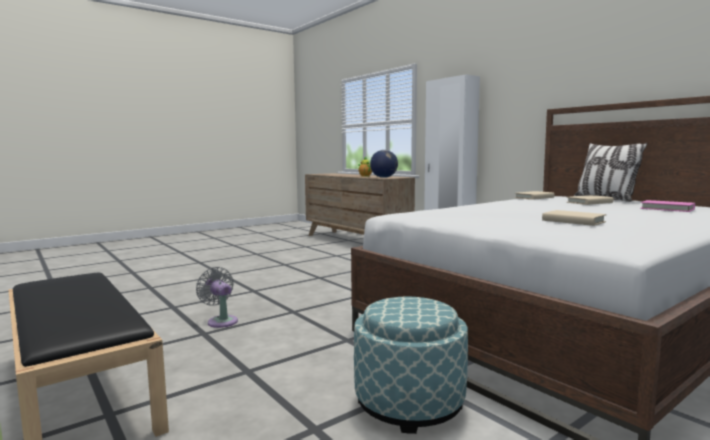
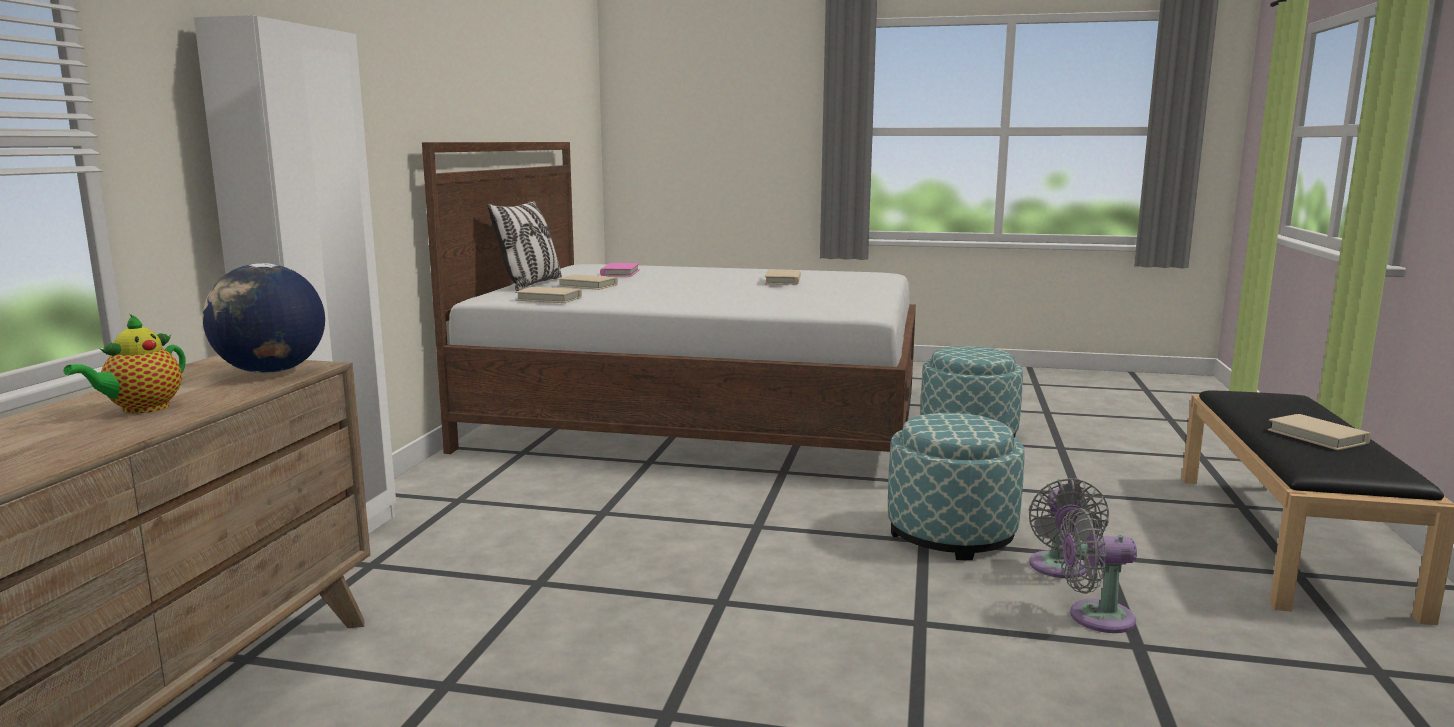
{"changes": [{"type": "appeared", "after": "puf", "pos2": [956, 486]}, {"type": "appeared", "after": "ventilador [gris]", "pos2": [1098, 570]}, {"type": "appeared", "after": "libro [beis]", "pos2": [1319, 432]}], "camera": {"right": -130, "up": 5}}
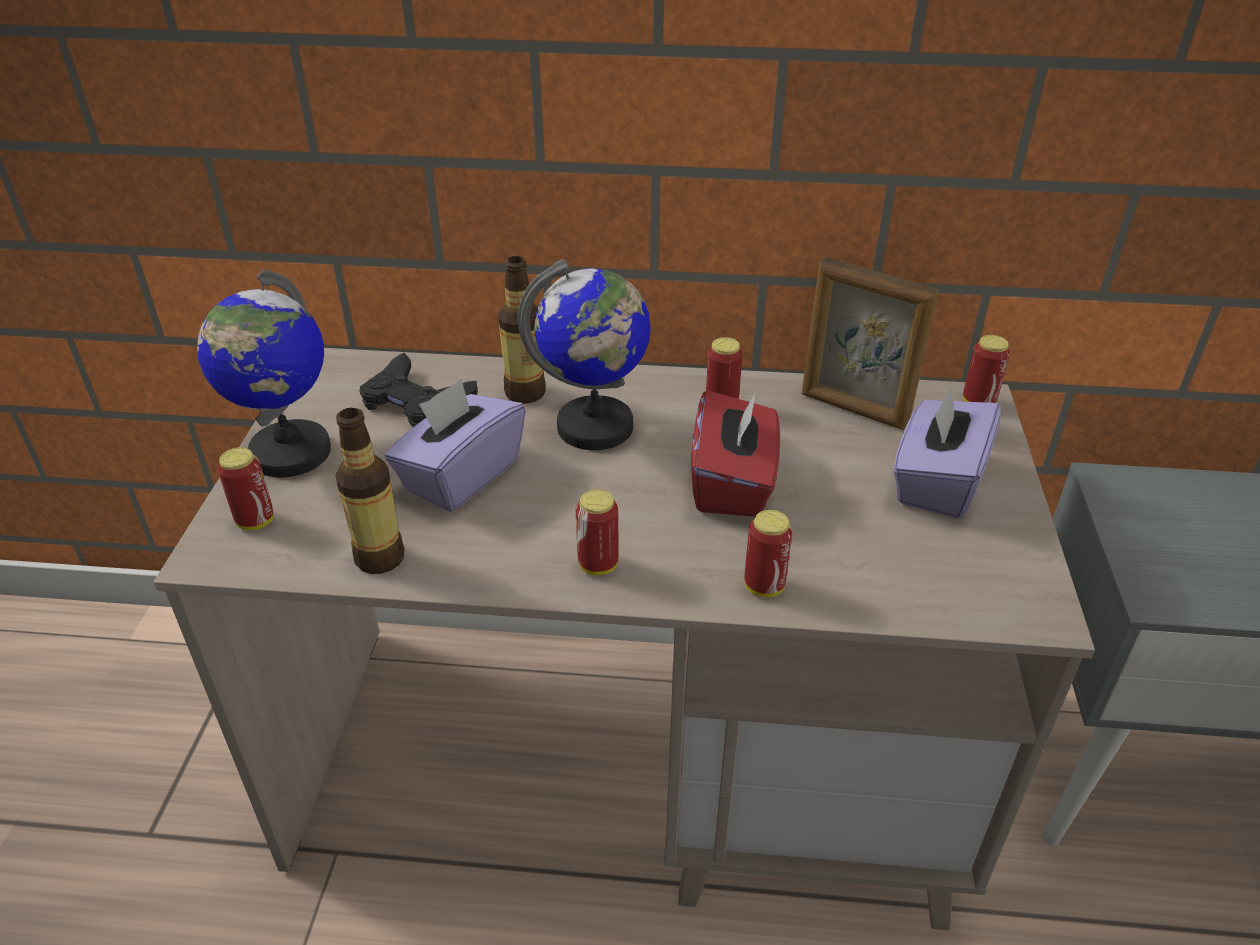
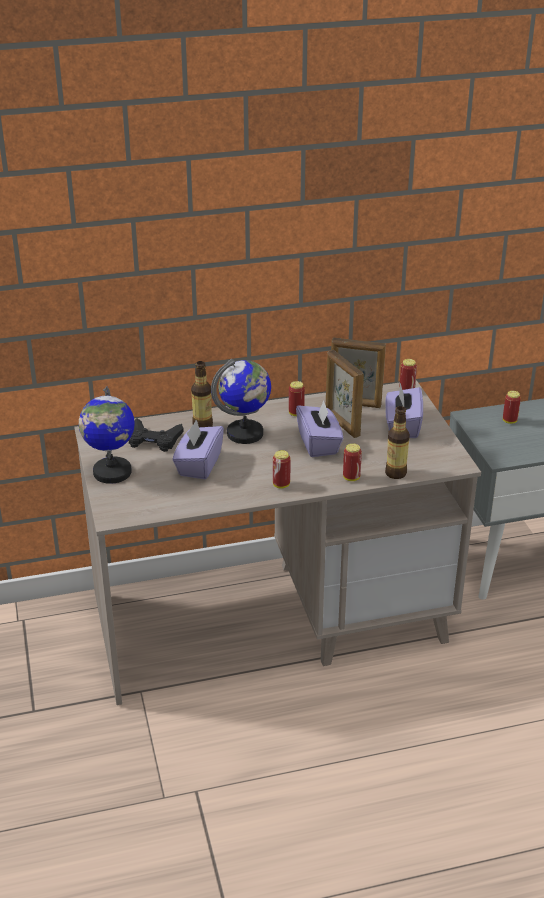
{"changes": [{"type": "relocated", "before": "lata", "pos1": [246, 488], "pos2": [512, 407]}, {"type": "relocated", "before": "botella", "pos1": [370, 491], "pos2": [397, 442]}, {"type": "colour", "before": "caja de pañuelos [rojo]", "after": "caja de pañuelos [morado]", "pos1": [735, 453], "pos2": [319, 428]}, {"type": "appeared", "after": "portarretratos", "pos2": [345, 394]}], "camera": {"right": -20, "up": -5}}
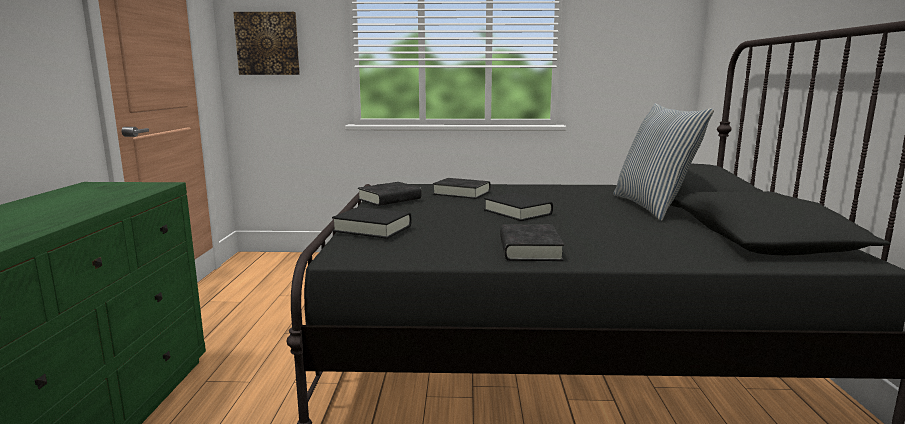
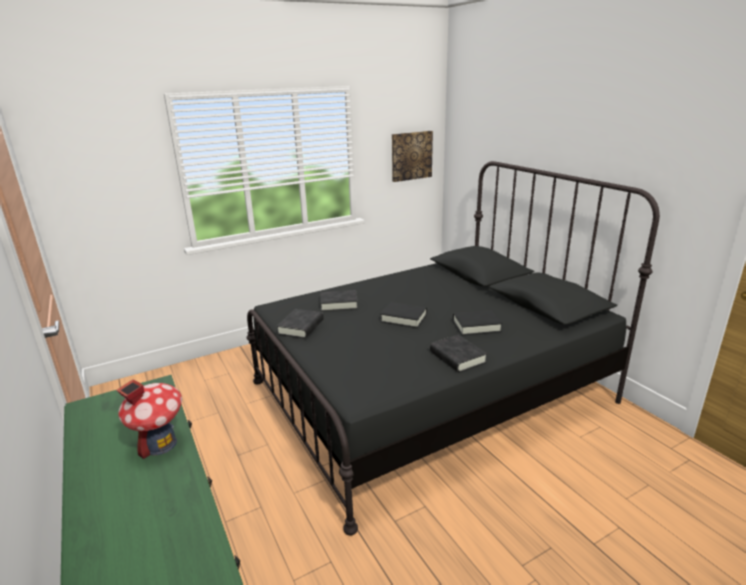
{"changes": [{"type": "relocated", "before": "cuadro", "pos1": [266, 43], "pos2": [412, 156]}, {"type": "relocated", "before": "libro [negro]", "pos1": [371, 223], "pos2": [477, 322]}, {"type": "missing", "before": "cojín", "pos1": [663, 162]}, {"type": "appeared", "after": "casita", "pos2": [149, 419]}], "camera": {"right": -30, "up": 10}}
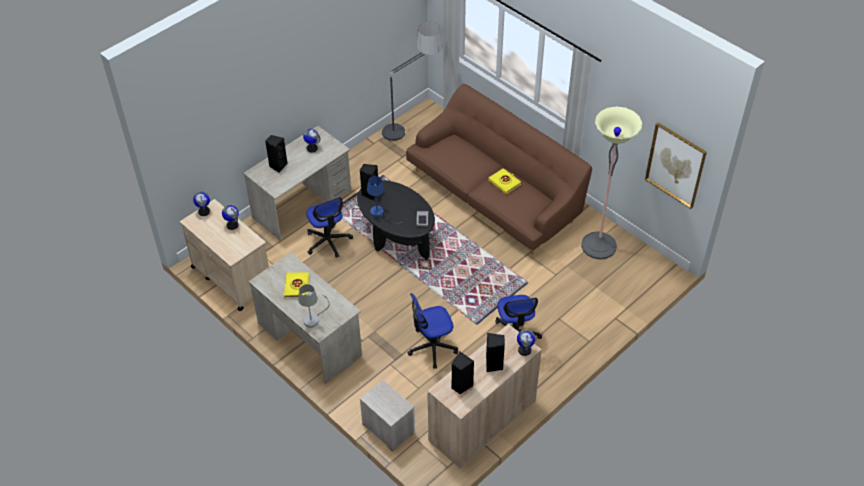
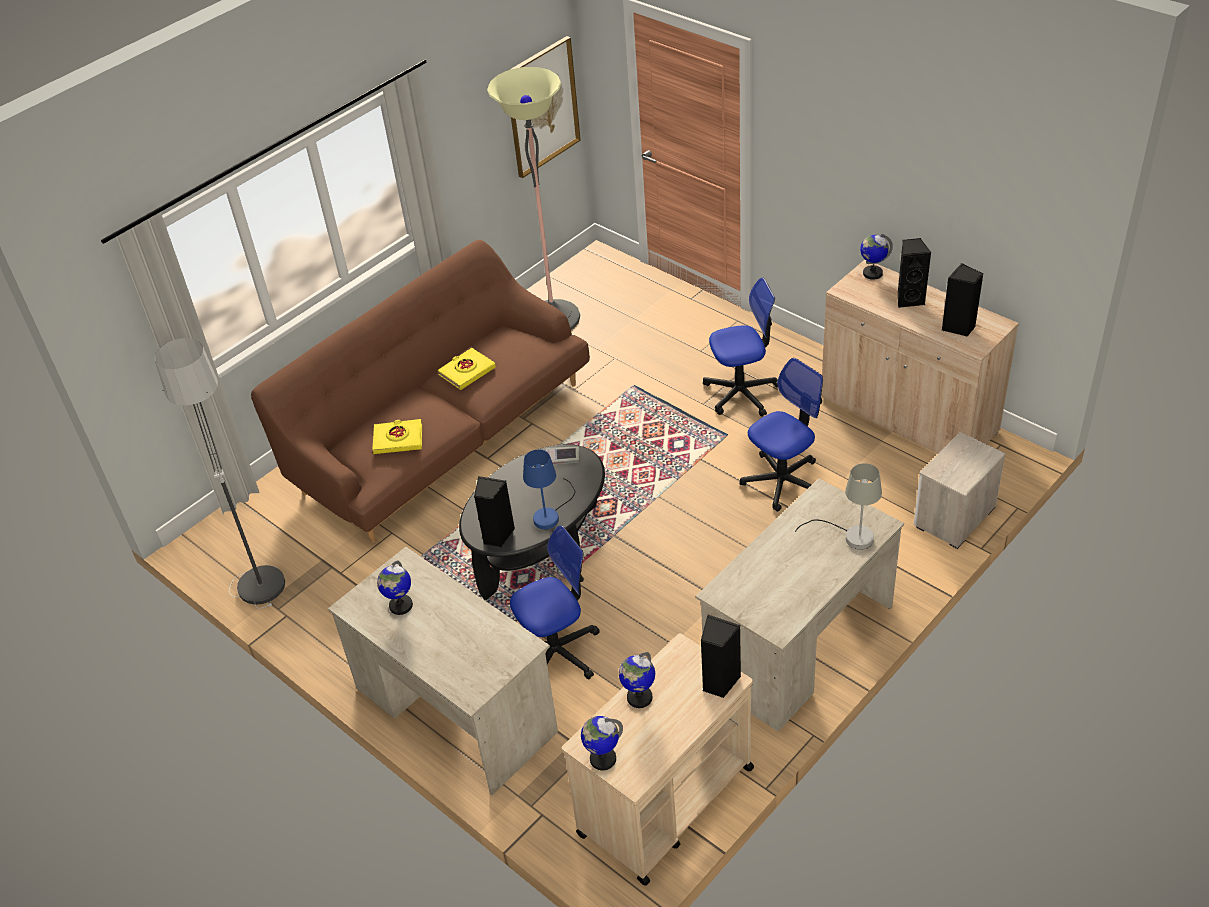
{"changes": [{"type": "relocated", "before": "altavoz [negro]", "pos1": [276, 154], "pos2": [721, 656]}, {"type": "relocated", "before": "libro [amarillo]", "pos1": [296, 285], "pos2": [397, 436]}, {"type": "spun", "before": "silla de oficina", "pos1": [432, 331], "pos2": [781, 435], "turn": -105}], "camera": {"right": -90, "up": -5}}
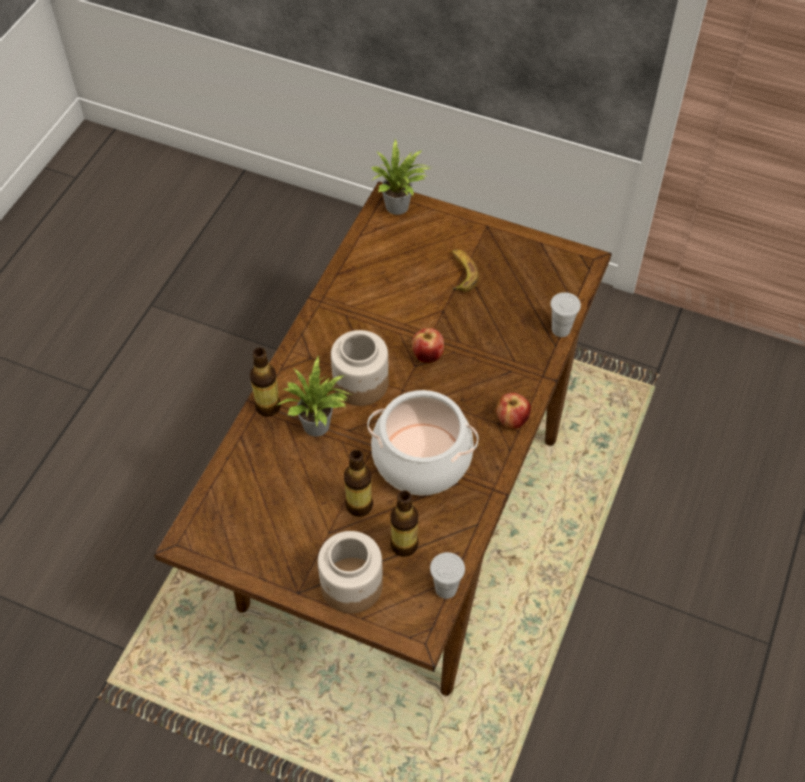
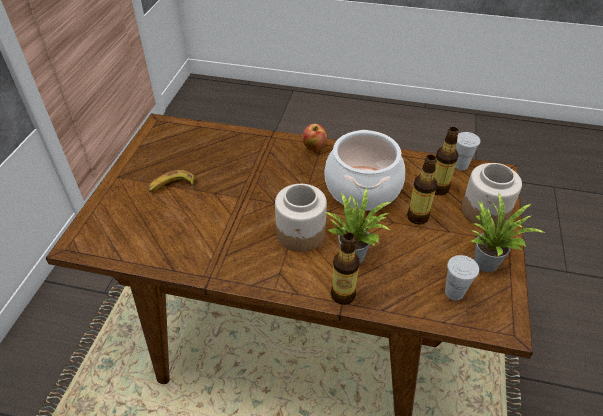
{"changes": [{"type": "relocated", "before": "planta en maceta", "pos1": [401, 177], "pos2": [508, 232]}, {"type": "missing", "before": "manzana", "pos1": [428, 345]}, {"type": "relocated", "before": "taza [blanco]", "pos1": [565, 314], "pos2": [462, 277]}], "camera": {"right": -100, "up": -10}}
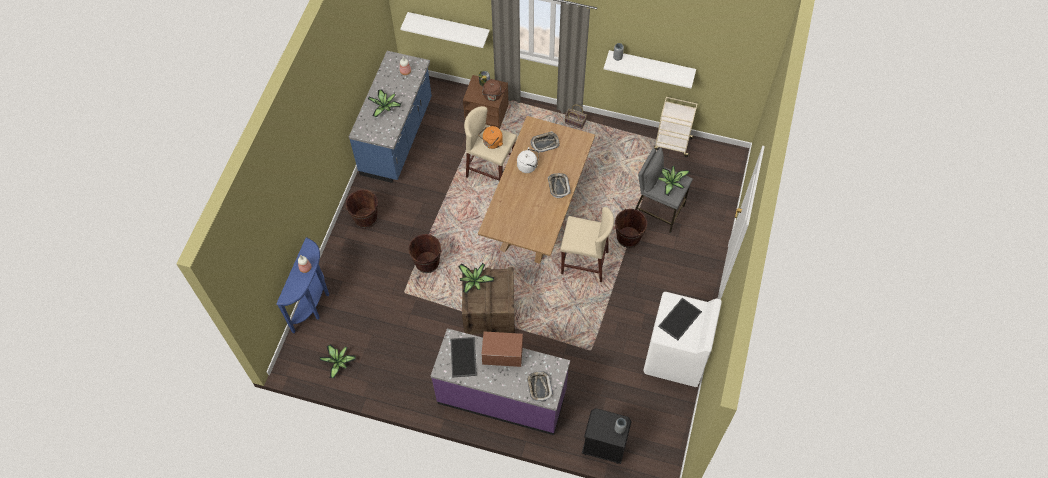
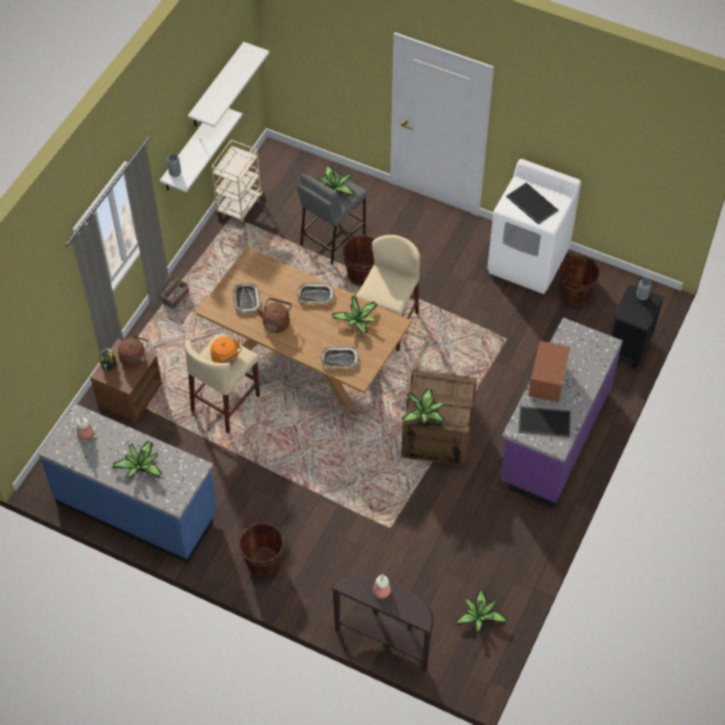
{"changes": [{"type": "colour", "before": "mesa consola [azul]", "after": "mesa consola [marrón]", "pos1": [302, 285], "pos2": [382, 623]}, {"type": "relocated", "before": "estante [blanco]", "pos1": [445, 30], "pos2": [228, 84]}, {"type": "relocated", "before": "cubo [marrón]", "pos1": [424, 253], "pos2": [579, 280]}, {"type": "colour", "before": "hervidor [blanco]", "after": "hervidor [marrón]", "pos1": [528, 160], "pos2": [274, 315]}, {"type": "relocated", "before": "bandeja", "pos1": [540, 387], "pos2": [340, 358]}, {"type": "appeared", "after": "planta en maceta", "pos2": [354, 315]}], "camera": {"right": -80, "up": -5}}
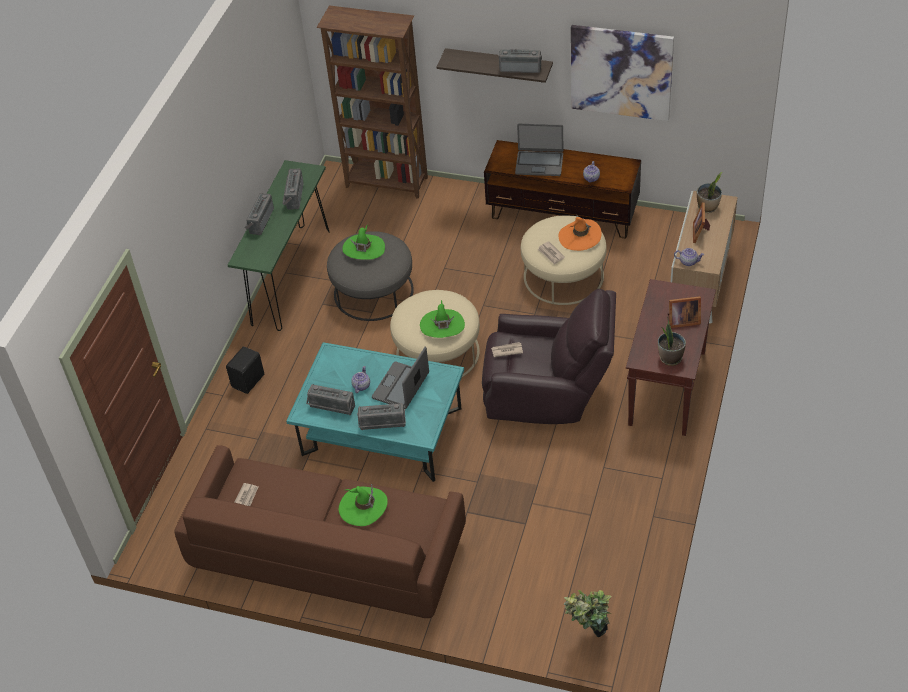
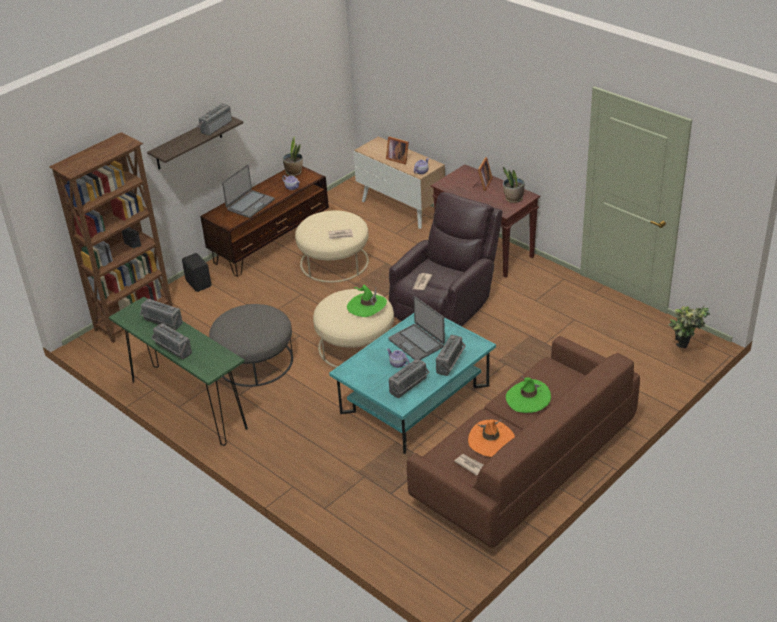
{"changes": [{"type": "relocated", "before": "altavoz [negro]", "pos1": [245, 370], "pos2": [196, 272]}, {"type": "missing", "before": "sombrero [verde]", "pos1": [364, 242]}, {"type": "relocated", "before": "sombrero [naranja]", "pos1": [580, 232], "pos2": [491, 438]}, {"type": "missing", "before": "cuadro", "pos1": [622, 73]}, {"type": "relocated", "before": "planta en maceta", "pos1": [709, 192], "pos2": [293, 156]}], "camera": {"right": -65, "up": -10}}
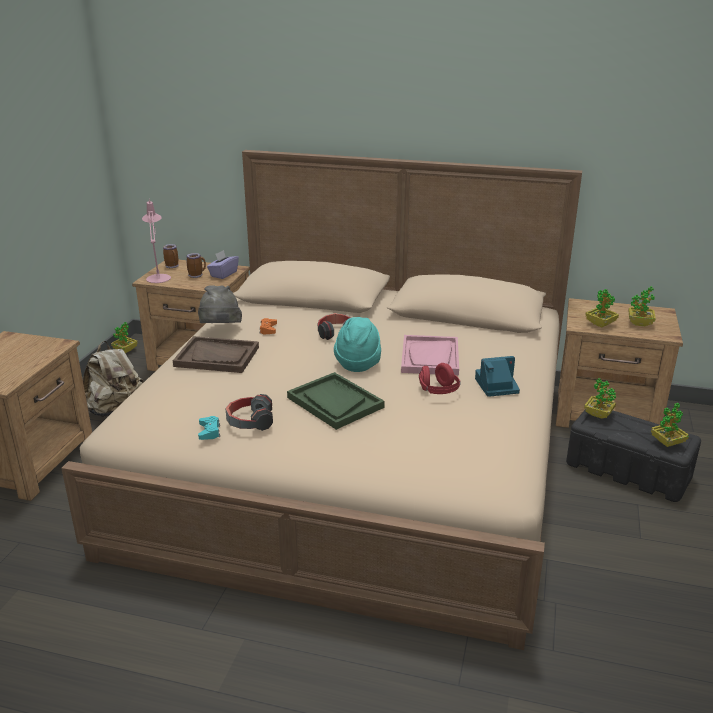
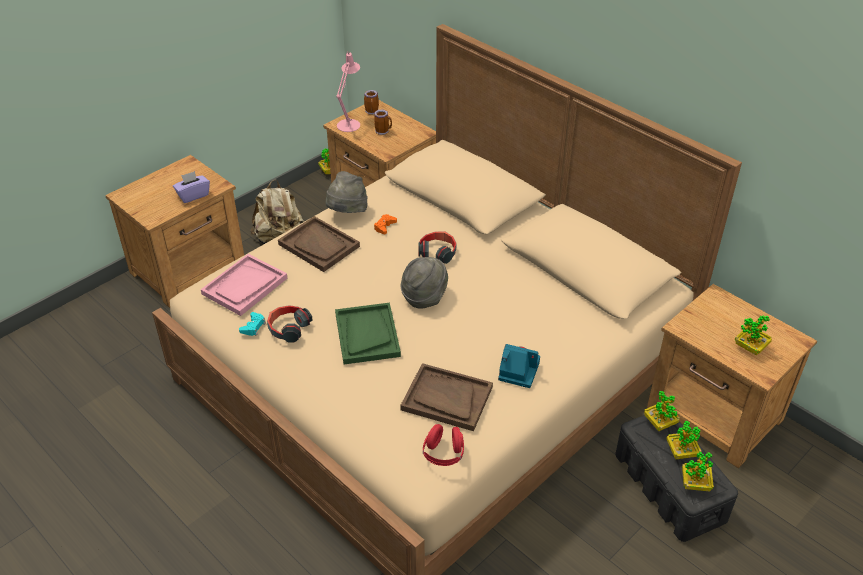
{"changes": [{"type": "relocated", "before": "caja de pañuelos [morado]", "pos1": [223, 264], "pos2": [191, 187]}, {"type": "colour", "before": "sombrero [turquesa]", "after": "sombrero [gris]", "pos1": [357, 344], "pos2": [424, 283]}, {"type": "relocated", "before": "bandeja [rosa]", "pos1": [430, 355], "pos2": [244, 285]}, {"type": "relocated", "before": "auriculares [rojo]", "pos1": [440, 378], "pos2": [443, 445]}, {"type": "relocated", "before": "planta en maceta", "pos1": [602, 308], "pos2": [684, 440]}, {"type": "appeared", "after": "bandeja [marrón]", "pos2": [446, 397]}], "camera": {"right": 30, "up": 15}}
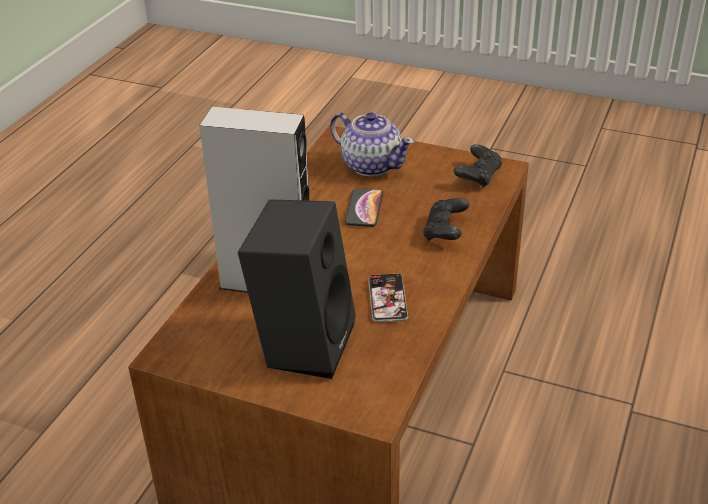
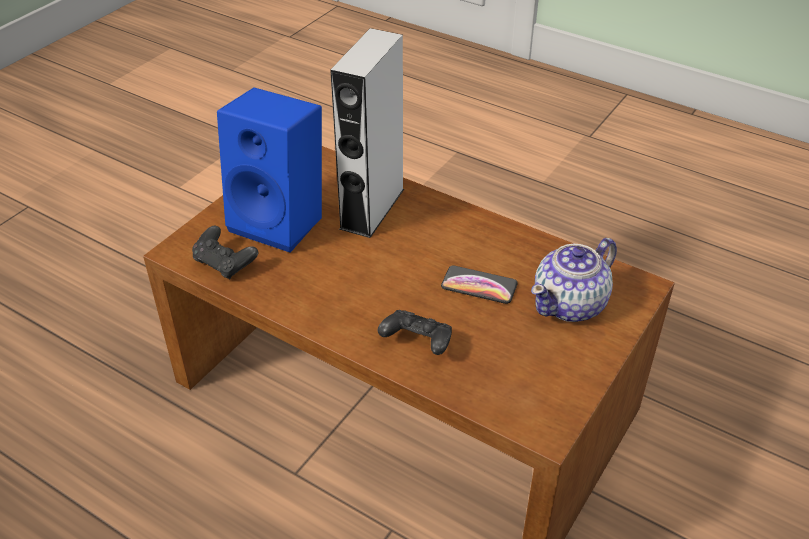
{"changes": [{"type": "colour", "before": "altavoz [negro]", "after": "altavoz [azul]", "pos1": [297, 289], "pos2": [269, 170]}, {"type": "missing", "before": "móvil", "pos1": [388, 298]}, {"type": "relocated", "before": "mando de consola [negro]", "pos1": [478, 166], "pos2": [225, 252]}], "camera": {"right": 100, "up": 5}}
